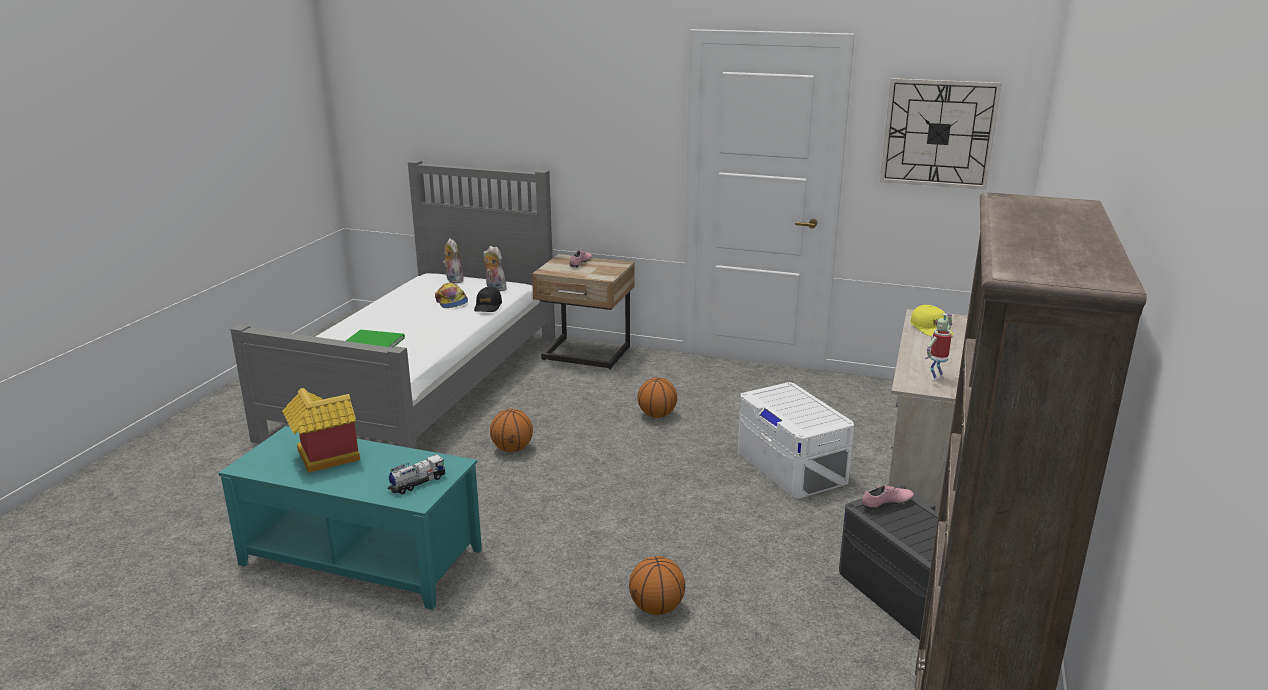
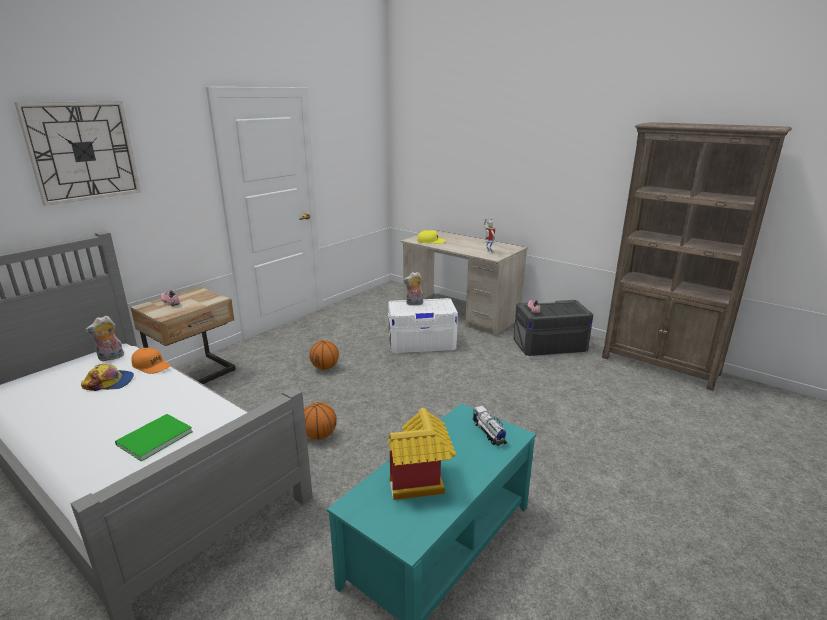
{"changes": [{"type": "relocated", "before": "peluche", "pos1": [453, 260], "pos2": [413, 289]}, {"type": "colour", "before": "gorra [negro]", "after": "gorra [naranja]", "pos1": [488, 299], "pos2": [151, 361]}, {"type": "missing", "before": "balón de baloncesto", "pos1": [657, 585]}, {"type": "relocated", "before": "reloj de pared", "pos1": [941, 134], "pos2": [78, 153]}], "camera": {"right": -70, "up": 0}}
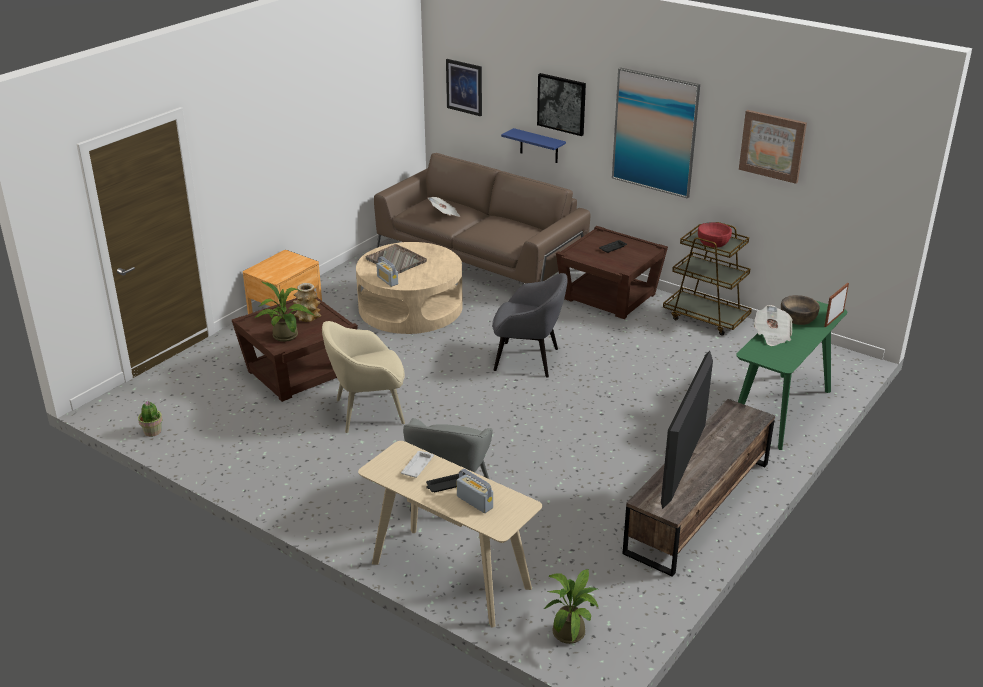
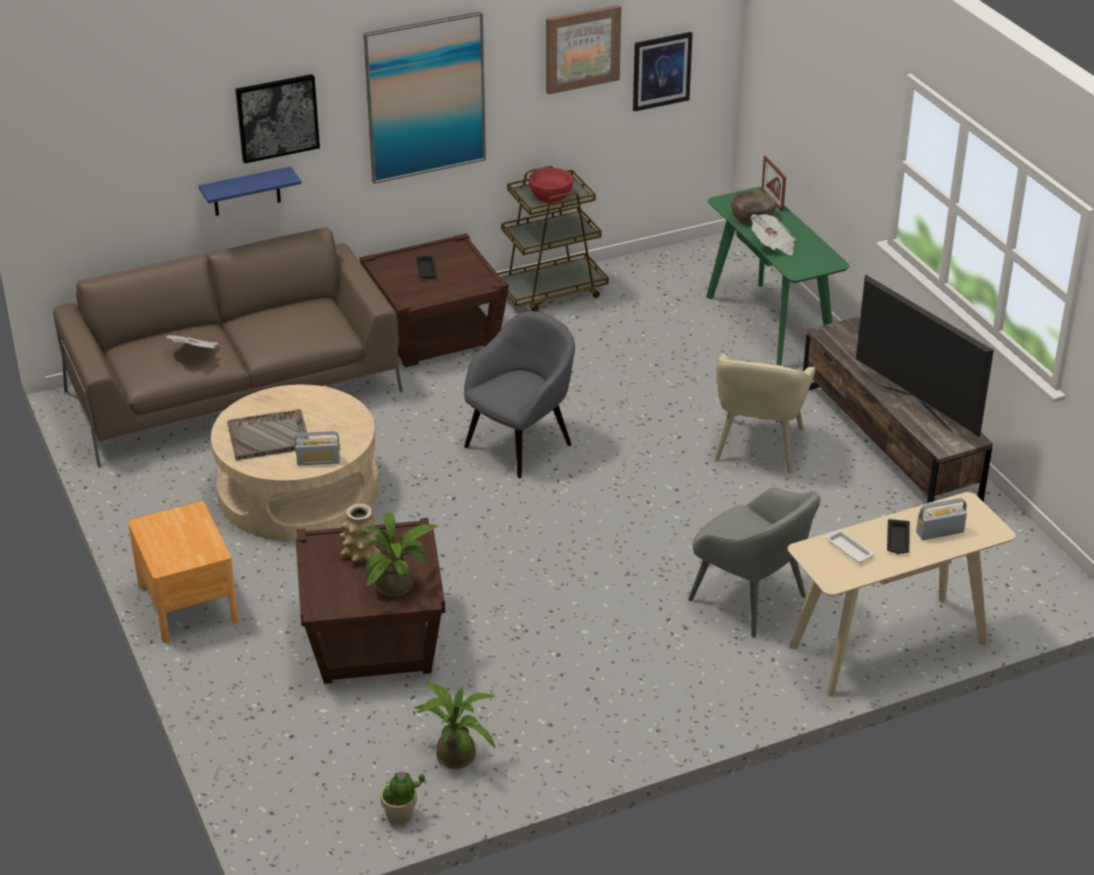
{"changes": [{"type": "relocated", "before": "sillón [beis]", "pos1": [363, 377], "pos2": [765, 413]}, {"type": "relocated", "before": "cuadro", "pos1": [464, 87], "pos2": [663, 72]}, {"type": "relocated", "before": "planta en maceta", "pos1": [571, 606], "pos2": [454, 725]}], "camera": {"right": -60, "up": 5}}
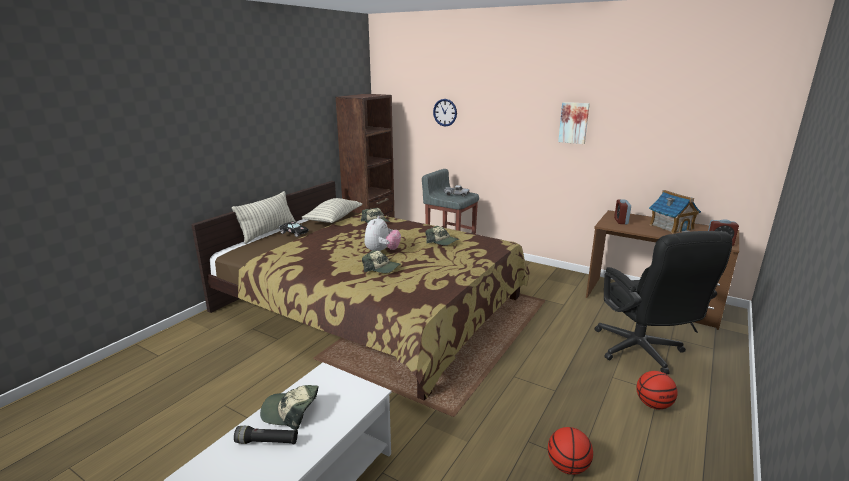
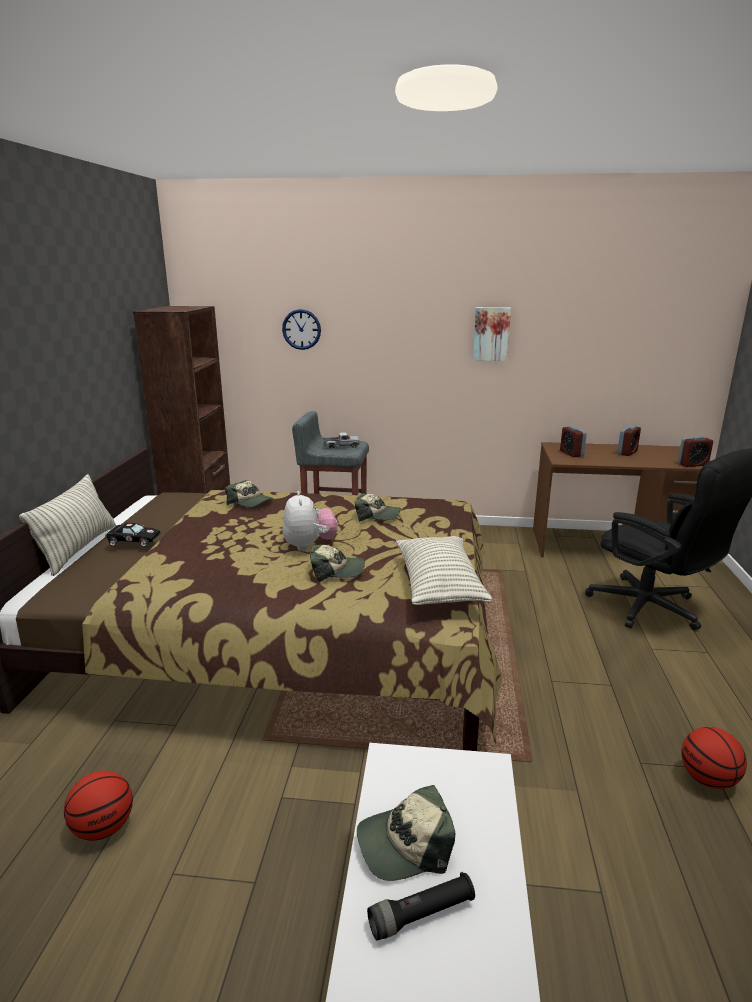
{"changes": [{"type": "relocated", "before": "cojín", "pos1": [331, 210], "pos2": [444, 570]}, {"type": "relocated", "before": "balón de baloncesto", "pos1": [657, 390], "pos2": [98, 805]}, {"type": "exchanged", "before": "casita", "after": "despertador", "pos1": [675, 212], "pos2": [629, 440]}], "camera": {"right": -25, "up": 0}}
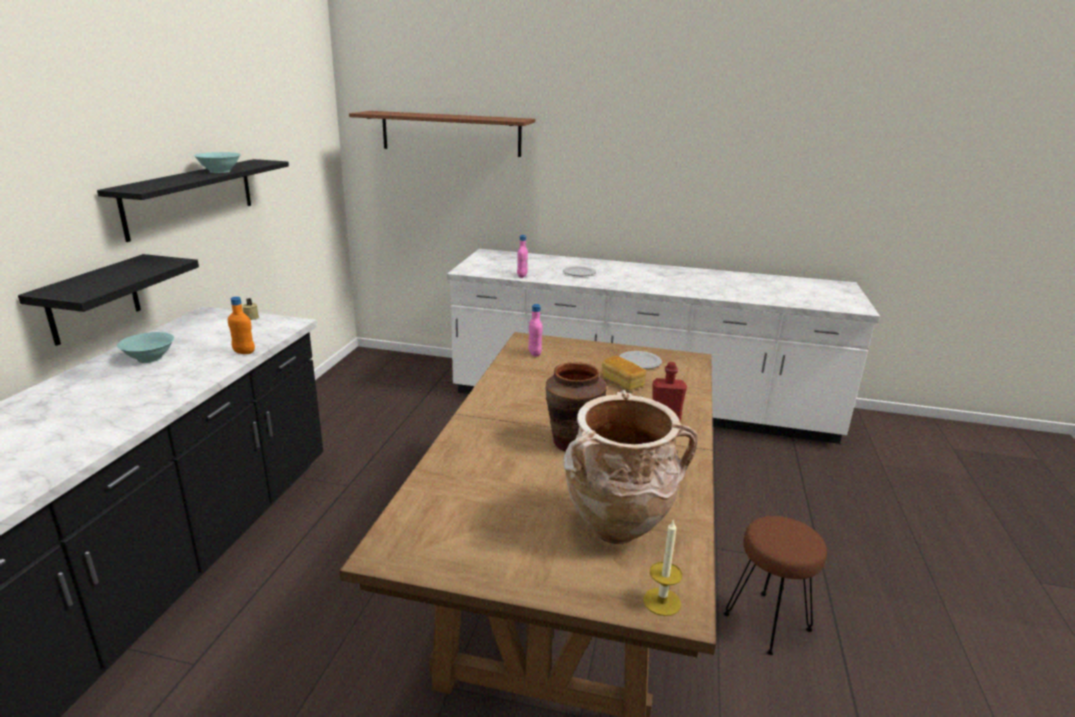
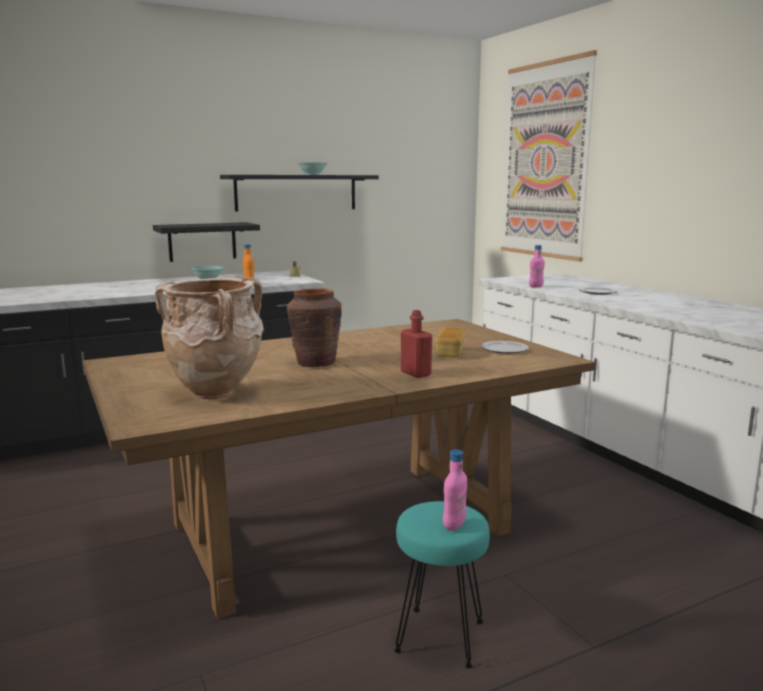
{"changes": [{"type": "exchanged", "before": "estante [marrón]", "after": "cuadro", "pos1": [442, 134], "pos2": [549, 156]}, {"type": "relocated", "before": "botella [rosa]", "pos1": [535, 330], "pos2": [455, 490]}, {"type": "missing", "before": "vela", "pos1": [662, 567]}, {"type": "colour", "before": "taburete [marrón]", "after": "taburete [turquesa]", "pos1": [775, 585], "pos2": [442, 585]}], "camera": {"right": 50, "up": -10}}
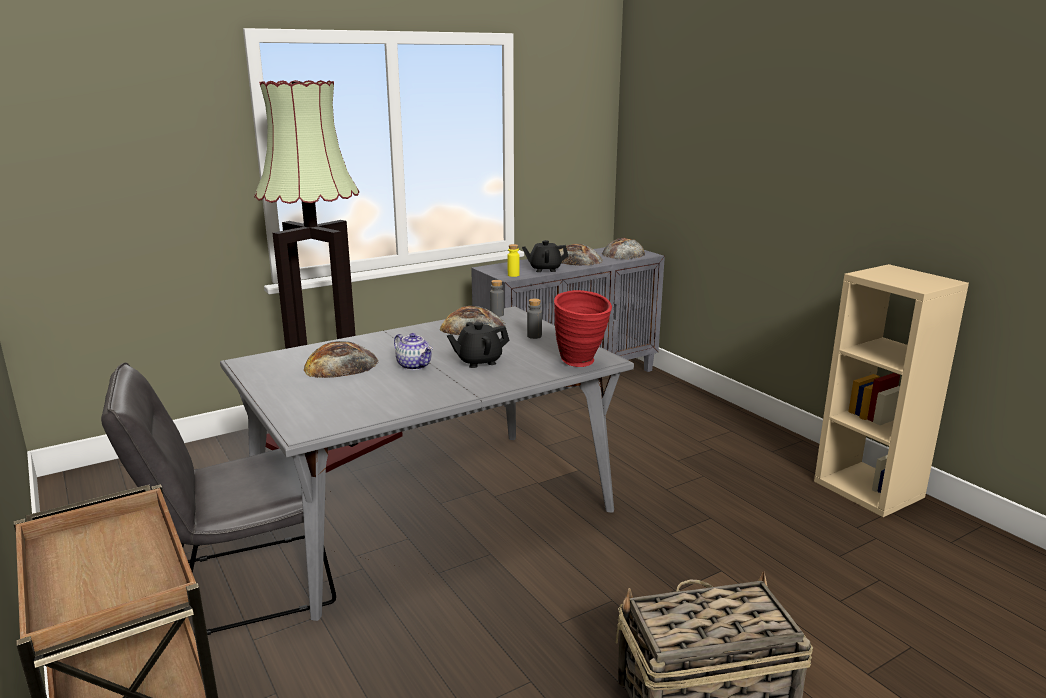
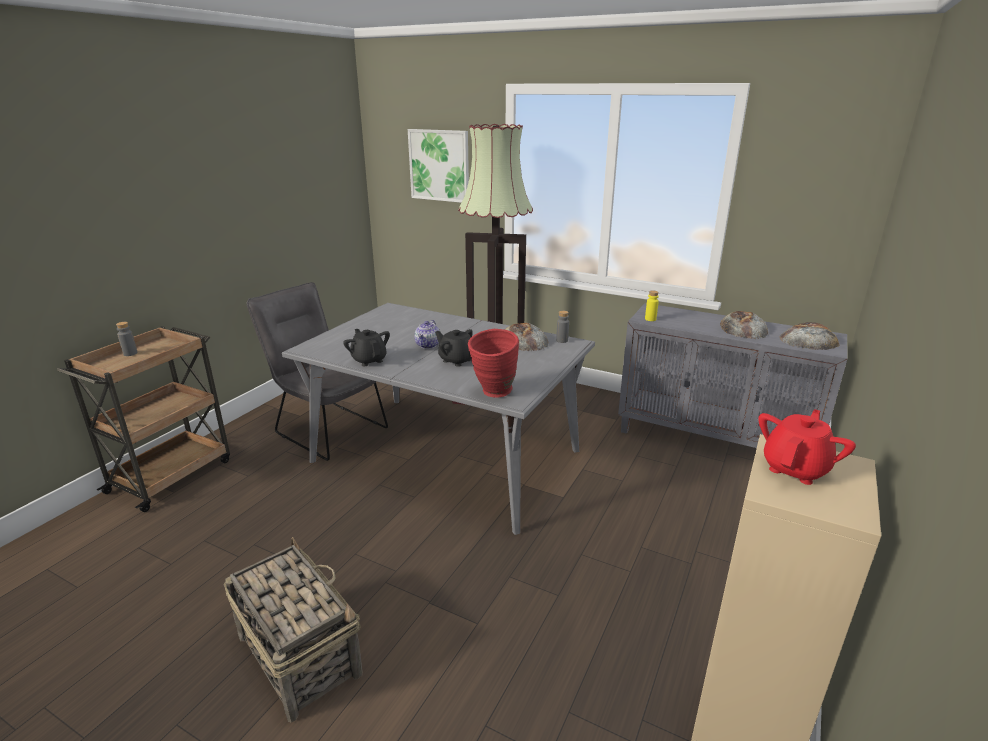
{"changes": [{"type": "missing", "before": "pan", "pos1": [341, 359]}, {"type": "relocated", "before": "tetera [negro]", "pos1": [545, 256], "pos2": [366, 347]}, {"type": "relocated", "before": "botella [gris]", "pos1": [534, 319], "pos2": [127, 339]}, {"type": "appeared", "after": "cuadro", "pos2": [438, 166]}, {"type": "appeared", "after": "tetera [rojo]", "pos2": [807, 447]}], "camera": {"right": 60, "up": 5}}
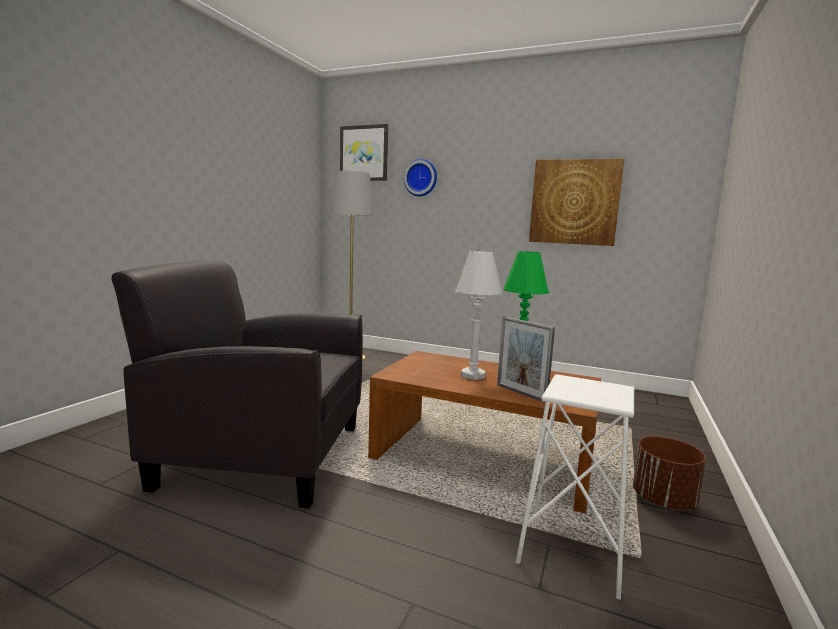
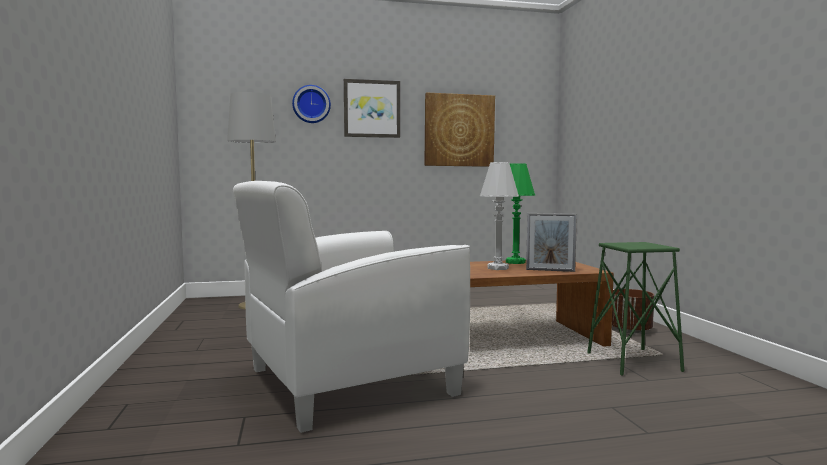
{"changes": [{"type": "colour", "before": "sillón [negro]", "after": "sillón [blanco]", "pos1": [237, 384], "pos2": [351, 307]}, {"type": "relocated", "before": "cuadro", "pos1": [364, 152], "pos2": [372, 108]}, {"type": "colour", "before": "taburete [blanco]", "after": "taburete [verde]", "pos1": [575, 487], "pos2": [635, 309]}], "camera": {"right": -35, "up": -5}}
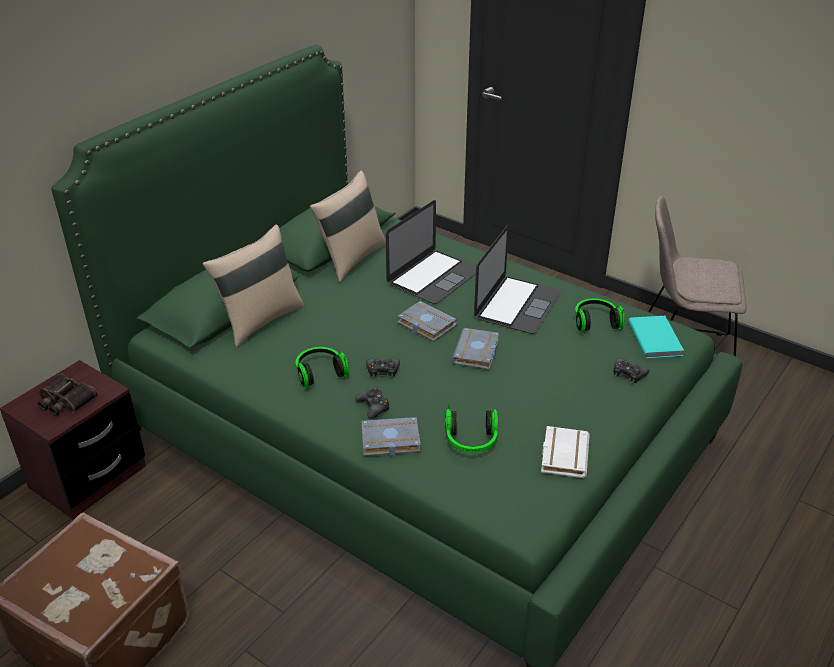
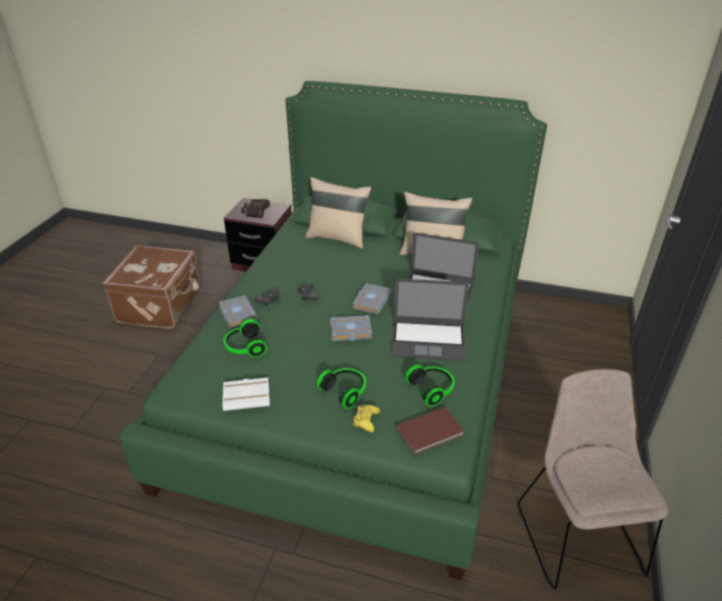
{"changes": [{"type": "relocated", "before": "auriculares", "pos1": [322, 368], "pos2": [341, 388]}, {"type": "colour", "before": "mando de consola [negro]", "after": "mando de consola [amarillo]", "pos1": [631, 371], "pos2": [366, 418]}, {"type": "colour", "before": "libro [turquesa]", "after": "libro [marrón]", "pos1": [656, 337], "pos2": [430, 431]}], "camera": {"right": 70, "up": 0}}
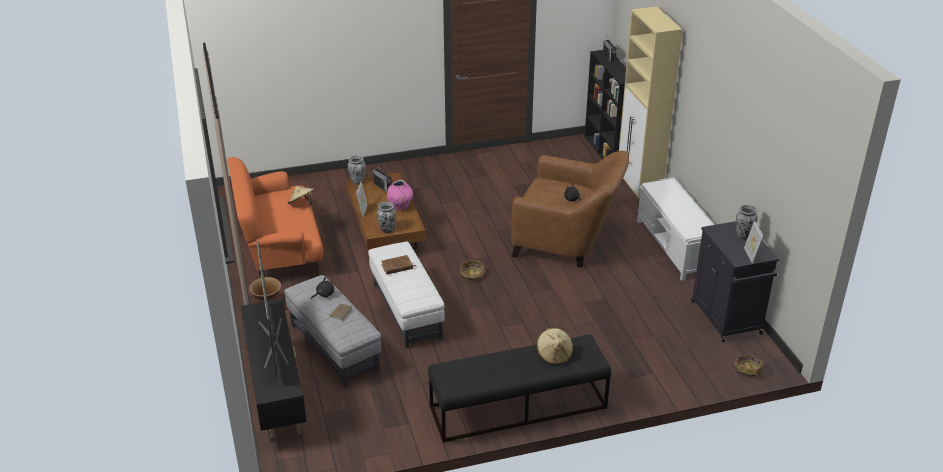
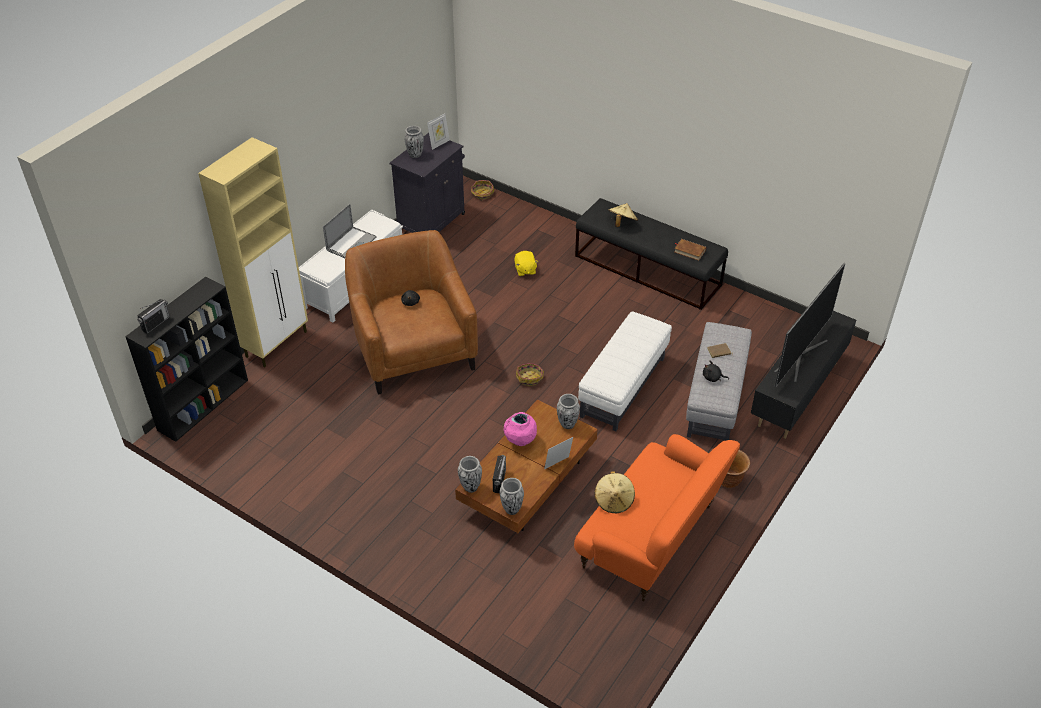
{"changes": [{"type": "relocated", "before": "libro [marrón]", "pos1": [398, 265], "pos2": [690, 250]}, {"type": "appeared", "after": "portátil", "pos2": [350, 231]}, {"type": "appeared", "after": "florero", "pos2": [470, 474]}, {"type": "appeared", "after": "peluche [amarillo]", "pos2": [526, 263]}], "camera": {"right": -130, "up": 10}}
